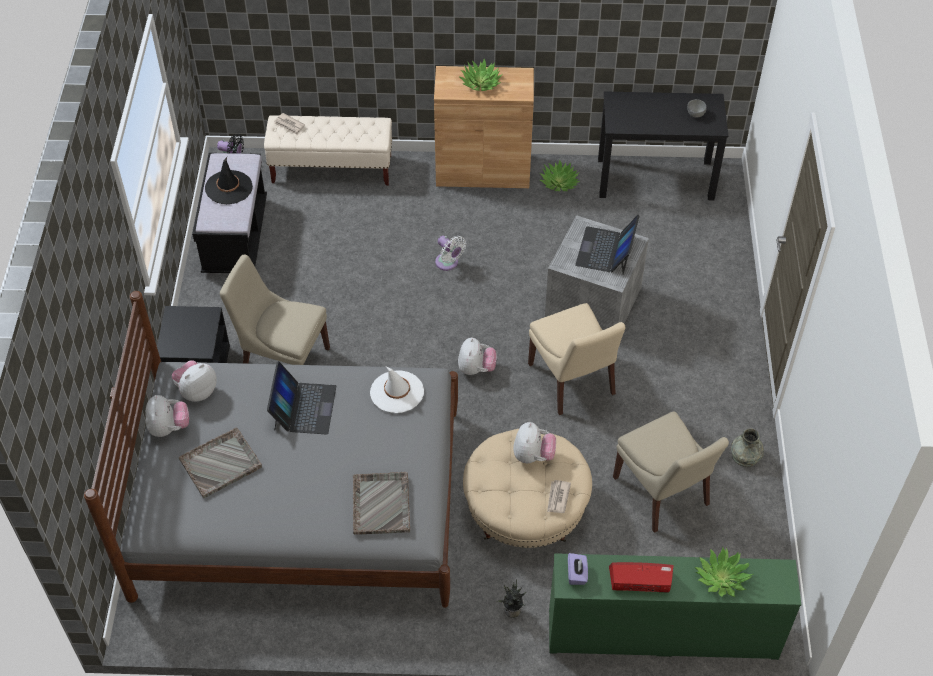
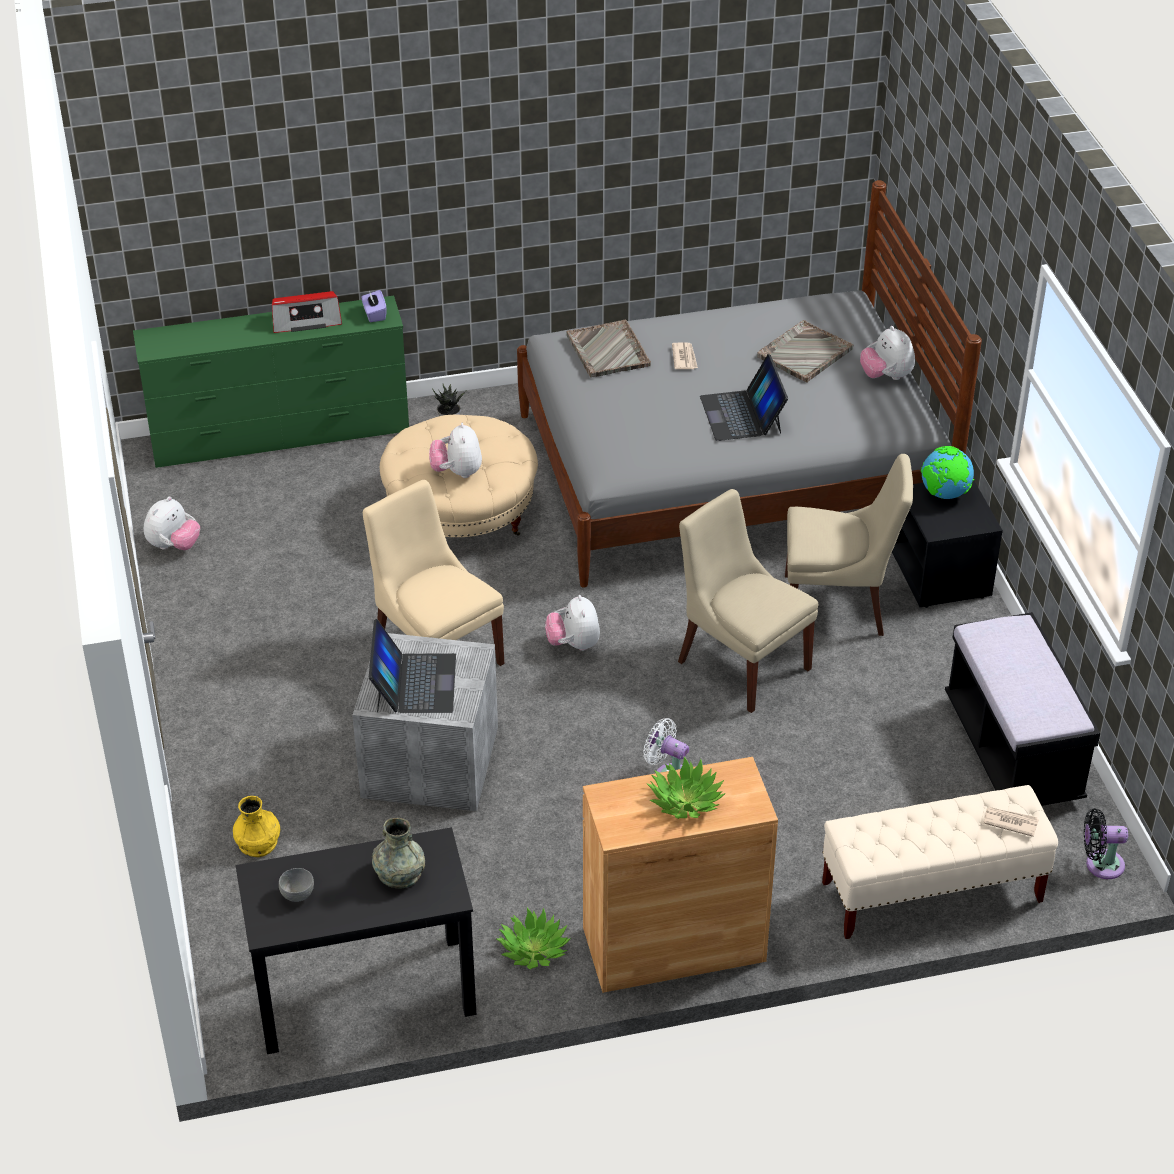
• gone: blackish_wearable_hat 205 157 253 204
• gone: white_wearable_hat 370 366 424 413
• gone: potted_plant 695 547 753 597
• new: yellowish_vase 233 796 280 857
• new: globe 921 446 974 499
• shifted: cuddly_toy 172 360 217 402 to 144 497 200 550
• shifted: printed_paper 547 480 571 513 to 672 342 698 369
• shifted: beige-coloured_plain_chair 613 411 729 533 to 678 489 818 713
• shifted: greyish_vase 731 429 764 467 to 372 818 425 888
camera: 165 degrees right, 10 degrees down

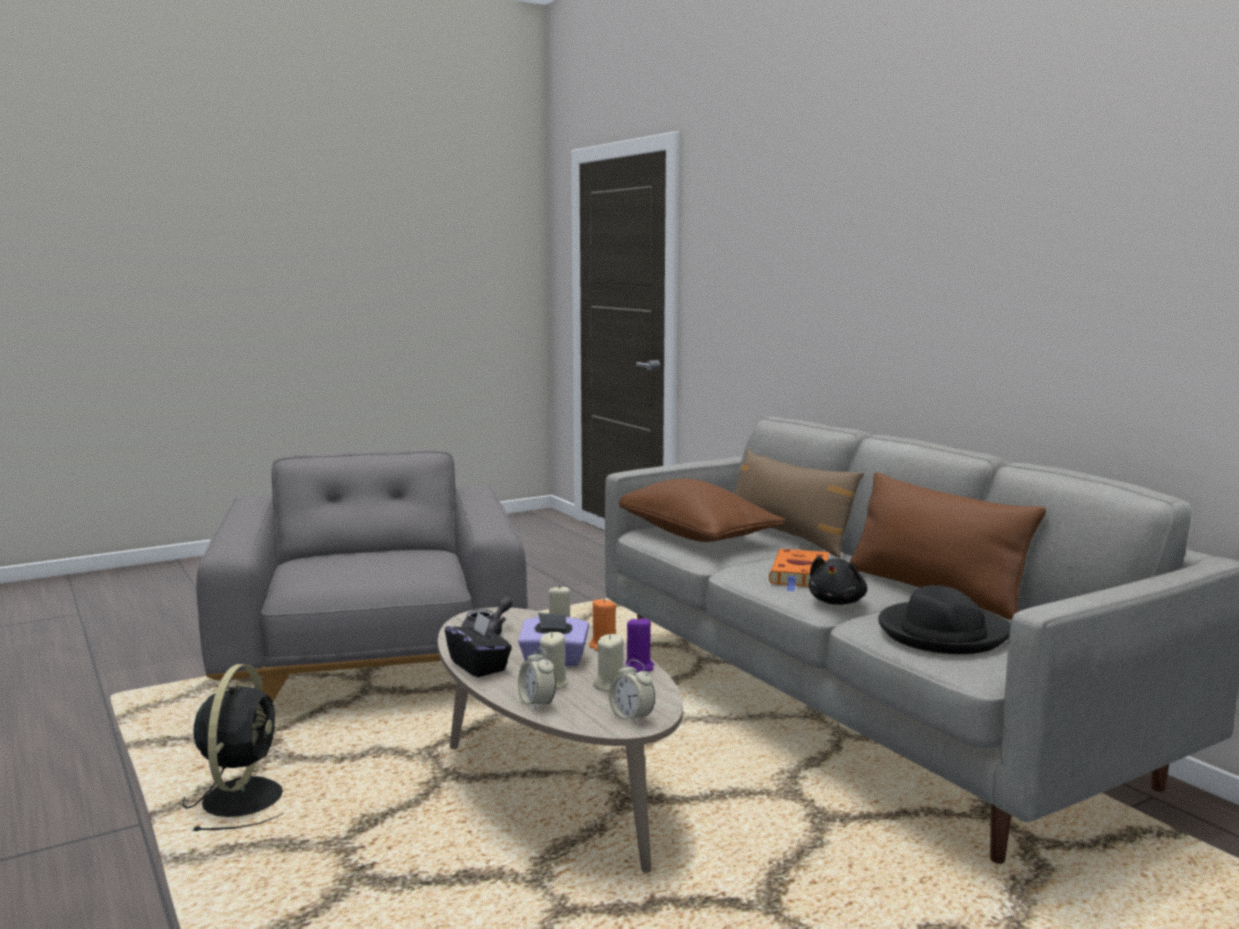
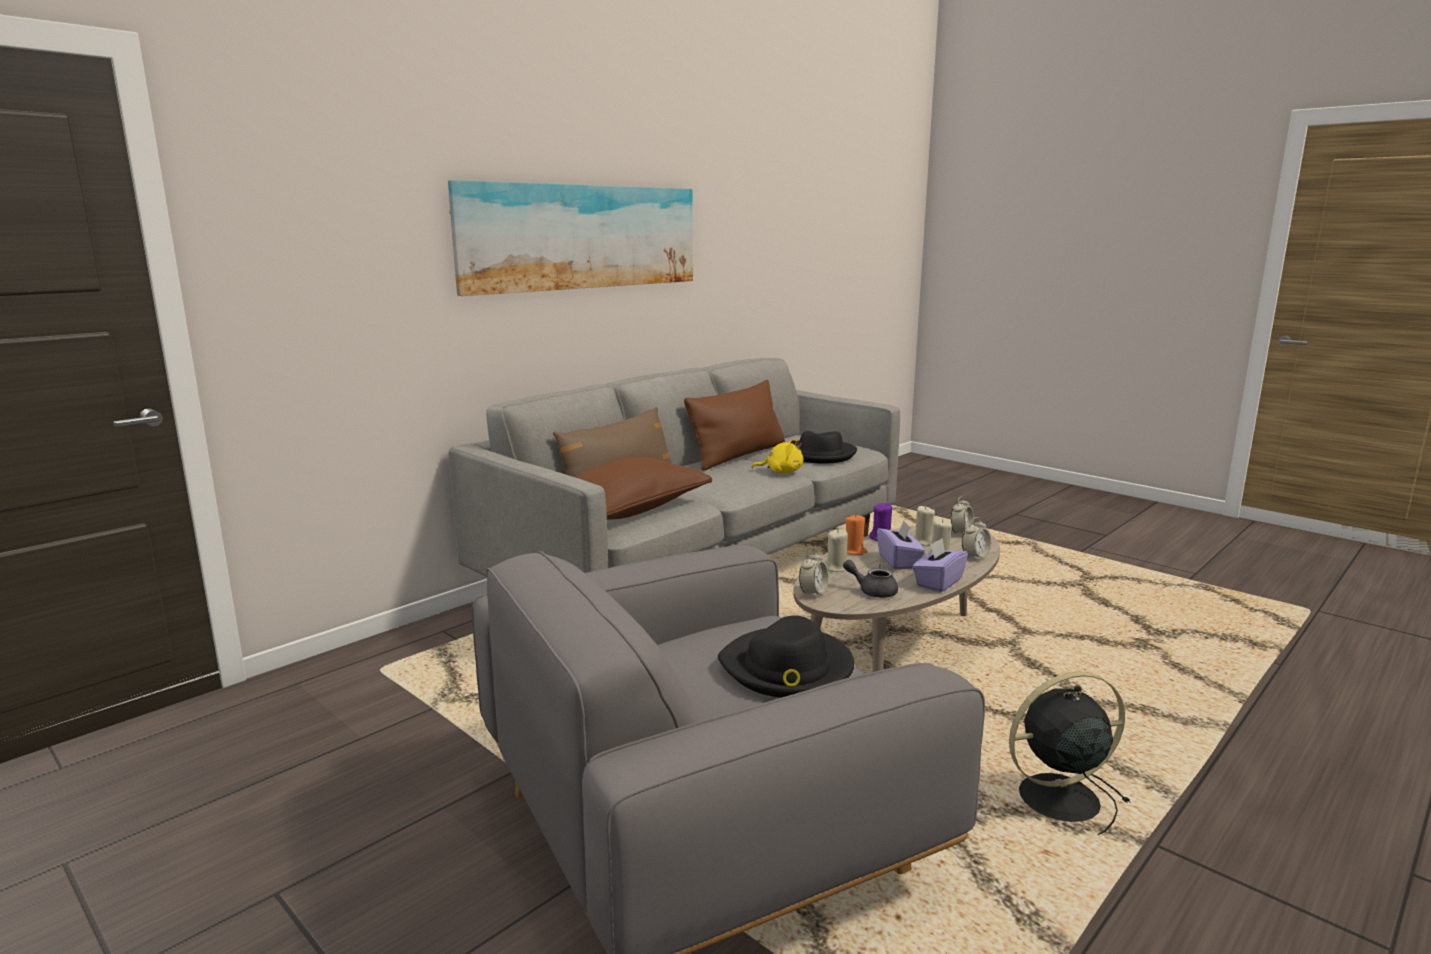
• gone: orange-coloured_volume 769 549 829 592
• new: picture 448 180 693 296
• new: blackish_wearable_hat 718 616 855 698
• new: alarm_clock 799 550 828 599
• repainted: blackish_tissue_box 445 611 512 677 to purplish_tissue_box 912 538 968 592
• repainted: blackish_cuddly_toy 809 556 867 605 to yellowish_cuddly_toy 752 439 804 474
camera: 105 degrees left, 5 degrees up

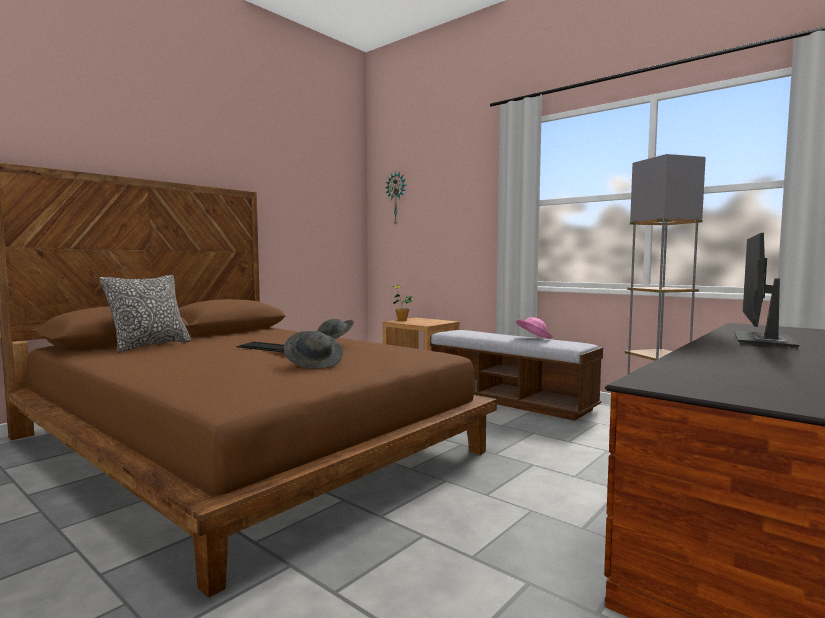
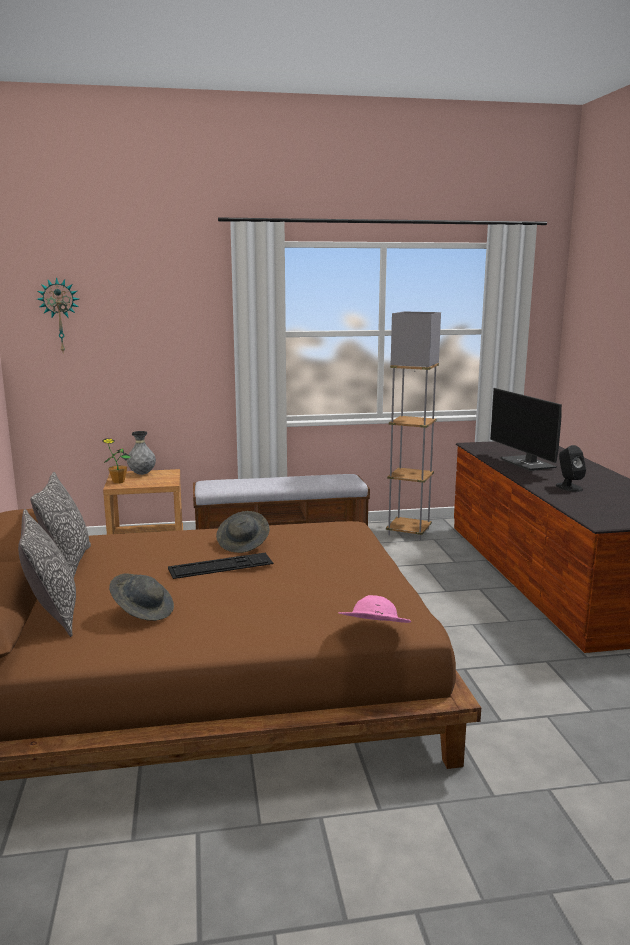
• new: throw_pillow 30 472 91 578
• new: greyish_vase 127 431 156 475
• new: blackish_speaker 556 445 586 492
• shifted: greyish_wearable_hat 284 331 344 369 to 109 573 174 621
• shifted: pinkish_wearable_hat 516 317 552 338 to 339 595 411 623
camera: 50 degrees left, 10 degrees up

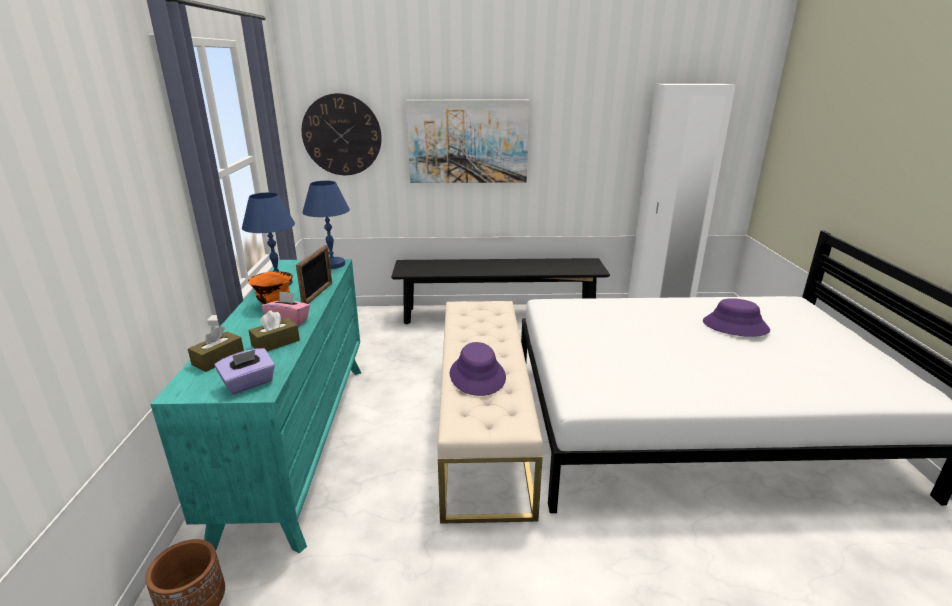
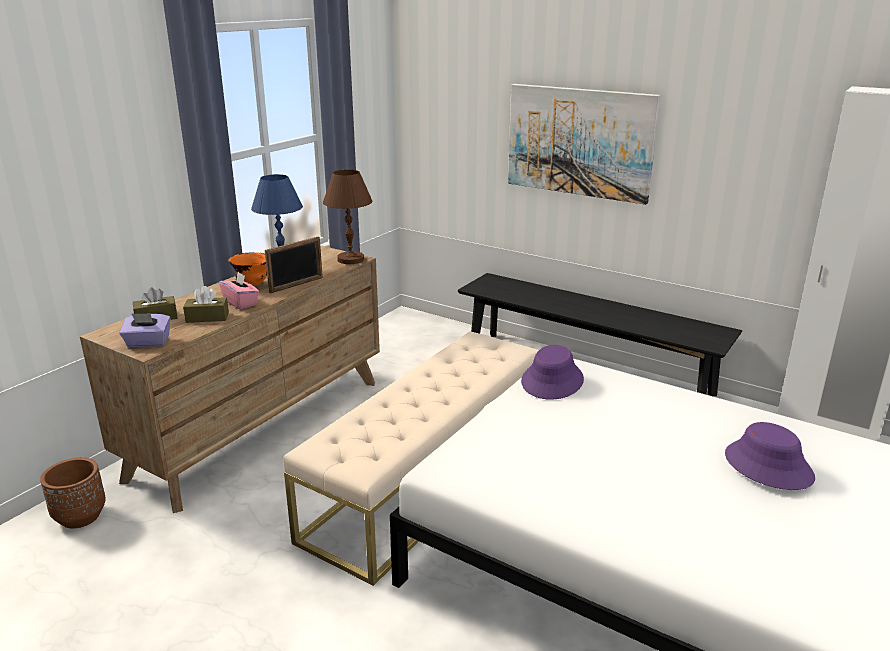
• gone: hanging_clock 302 93 382 175
• shifted: purplish_wearable_hat 450 342 506 396 to 521 345 584 400
• repainted: turquoise-coloured_chest_of_drawers 150 259 361 554 to brown_chest_of_drawers 80 245 380 513
• repainted: blue-coloured_table_lamp 302 181 350 269 to brown_table_lamp 323 169 372 264
camera: 35 degrees right, 0 degrees up

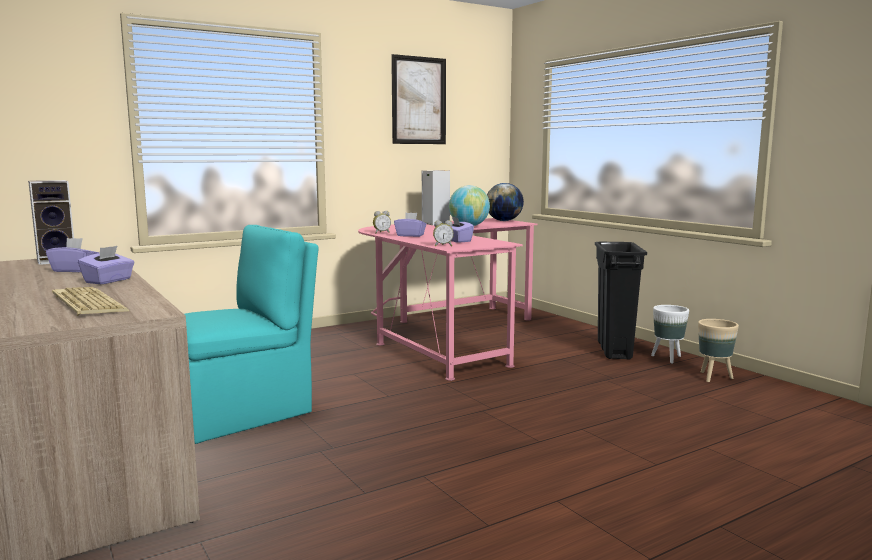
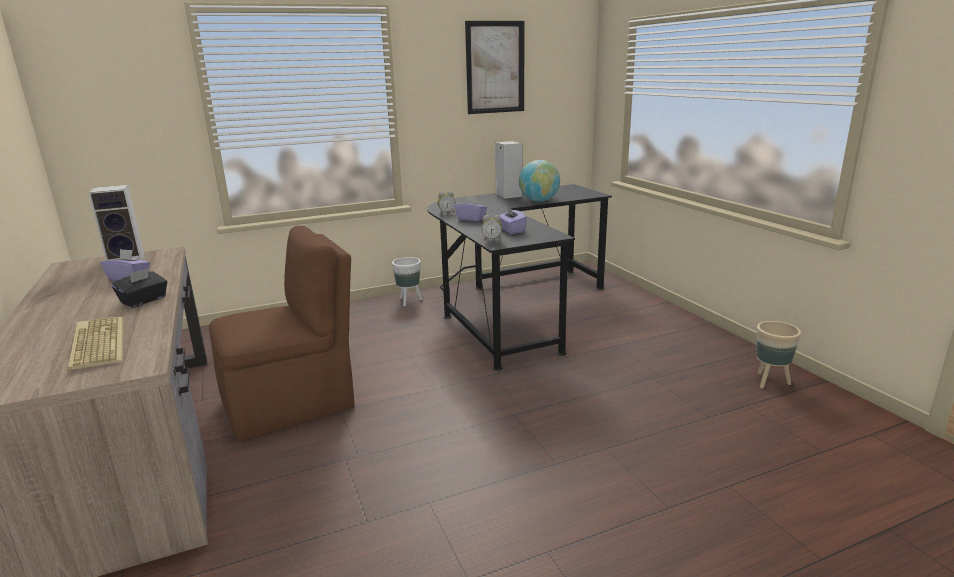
• gone: globe 487 183 524 221
• gone: blackish_rubbish_bin 595 242 647 360
• shifted: white_planter 651 305 689 363 to 392 257 423 306
• repainted: purplish_tissue_box 78 246 135 284 to blackish_tissue_box 112 268 167 307
• repainted: turquoise-coloured_plain_chair 184 225 319 444 to brown_plain_chair 209 226 354 441
• repainted: pinkish_desk_table 358 218 538 381 to blackish_desk_table 427 184 612 371
camera: 10 degrees right, 10 degrees up

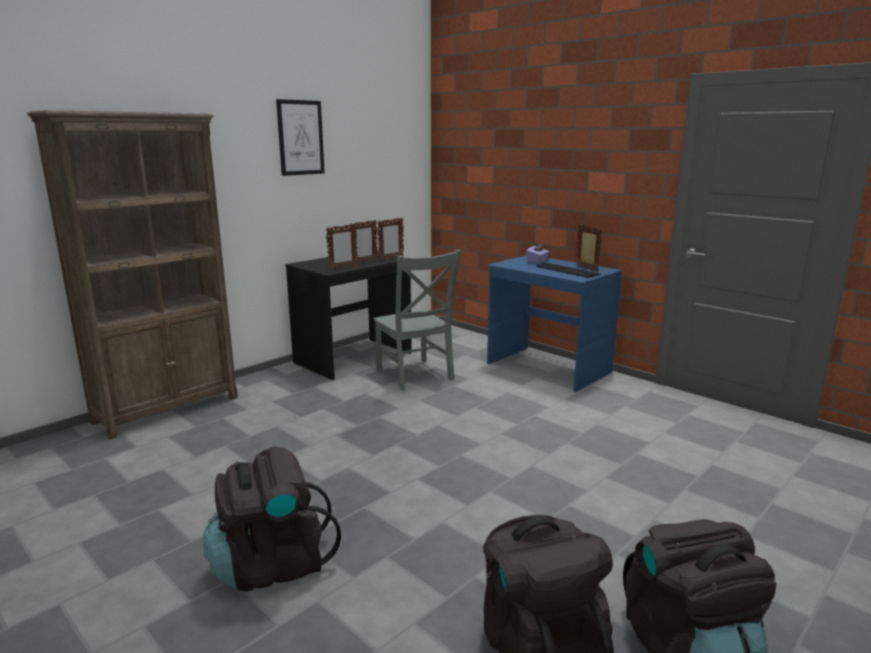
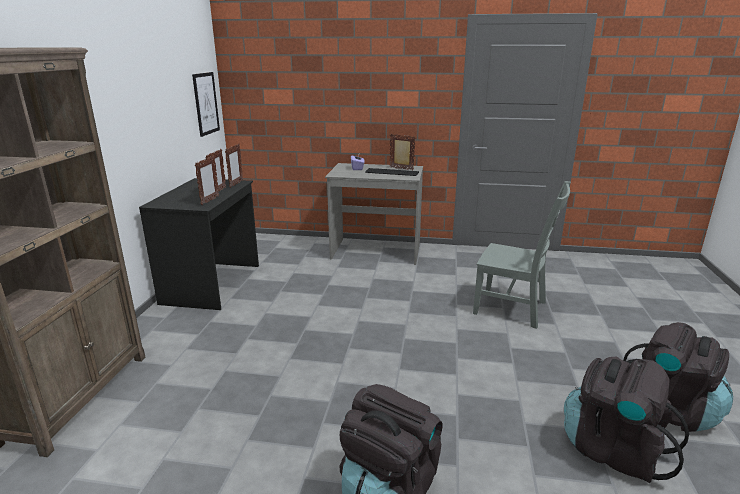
• shifted: picture 276 99 325 176 to 192 72 220 137
• shifted: greyish_plain_chair 373 250 461 391 to 473 181 571 329
• repainted: blue-coloured_desk_table 487 256 622 392 to greyish_desk_table 325 163 423 265
camera: 35 degrees left, 5 degrees up

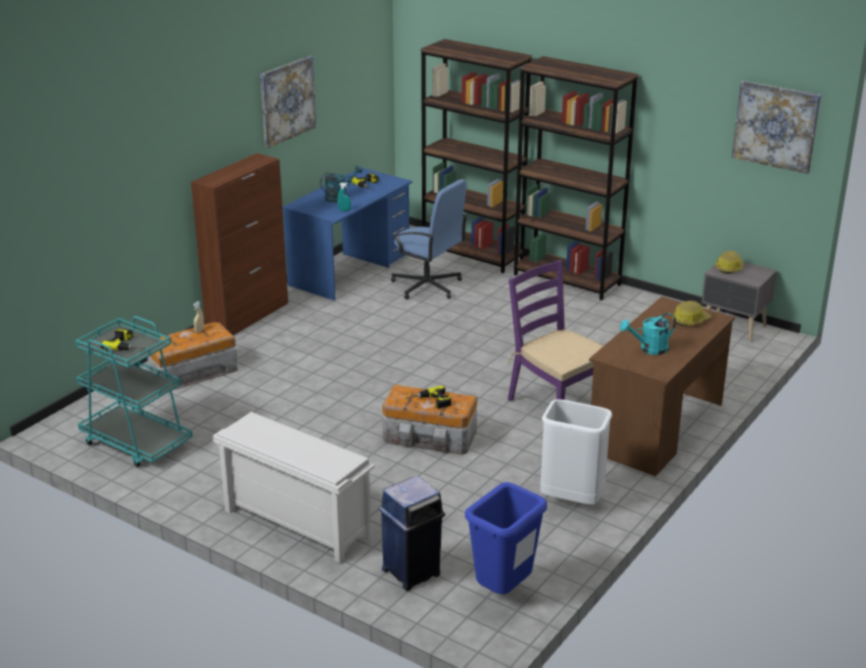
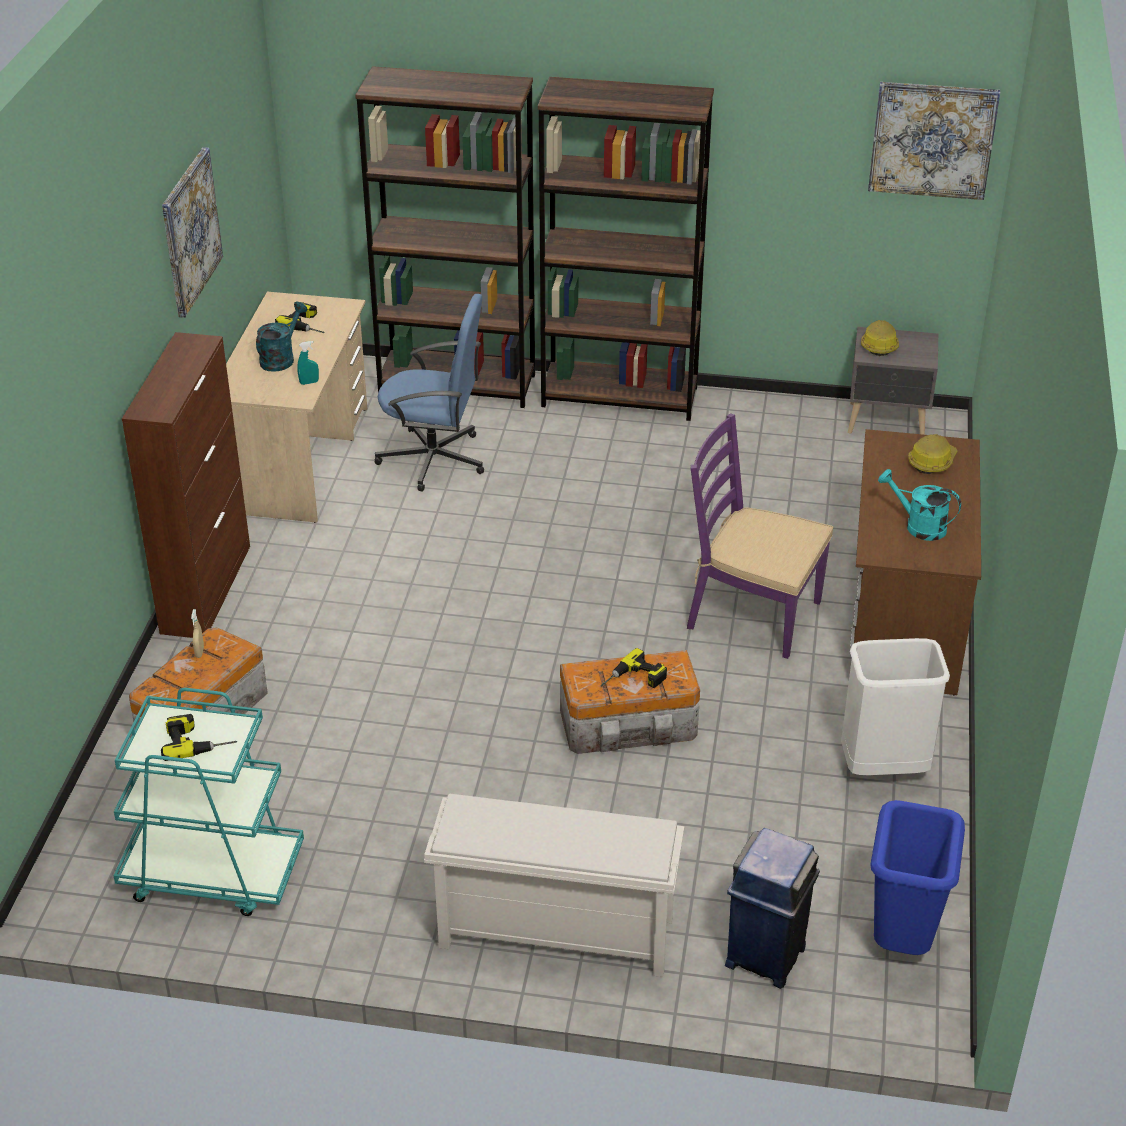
• repainted: blue-coloured_desk_table 282 168 412 301 to beige-coloured_desk_table 226 292 367 523
• rotated: turquoise-coloured_watering_pot 620 313 676 355 = 878 469 961 541 75 degrees clockwise
camera: 25 degrees left, 10 degrees up

